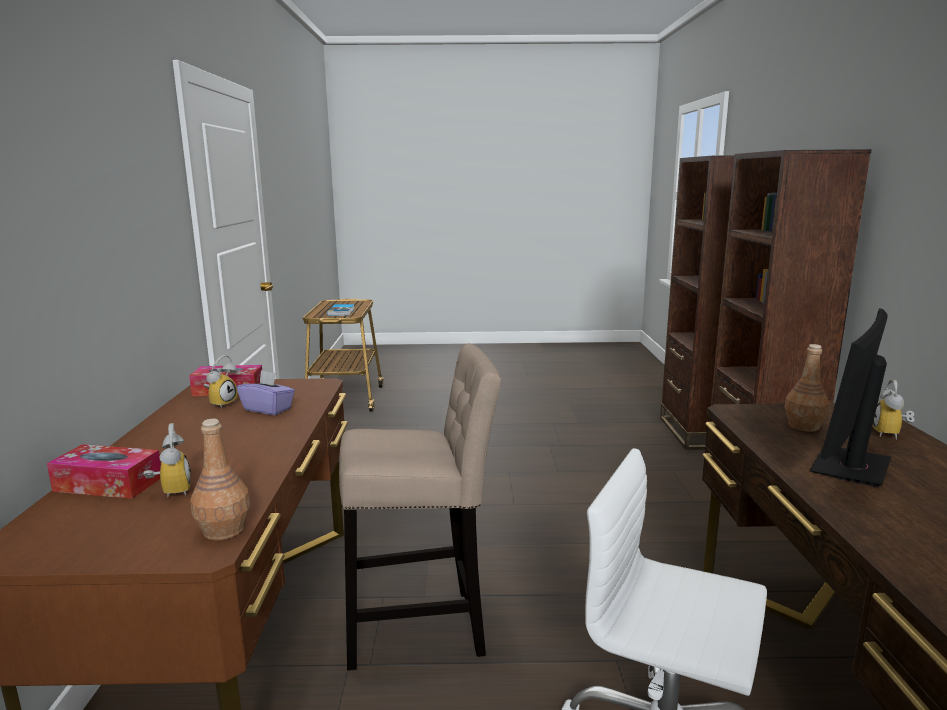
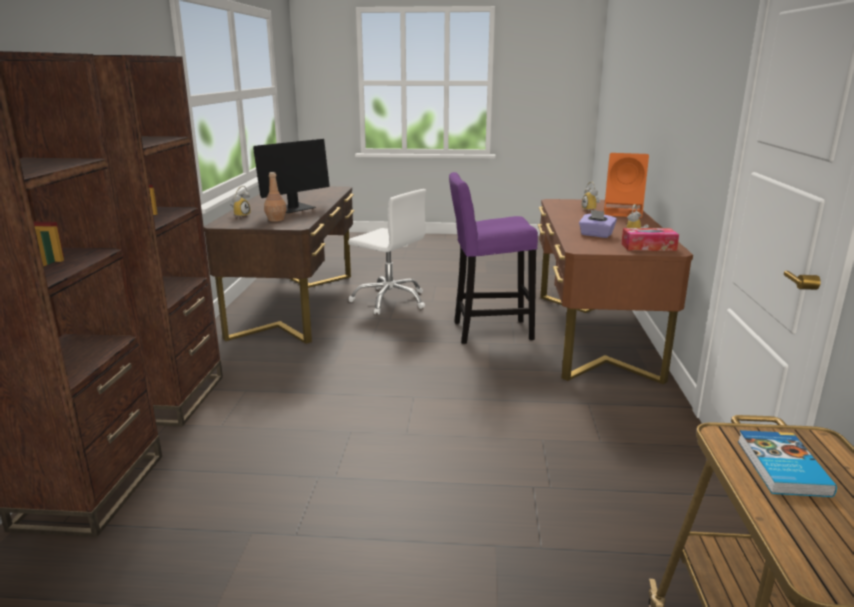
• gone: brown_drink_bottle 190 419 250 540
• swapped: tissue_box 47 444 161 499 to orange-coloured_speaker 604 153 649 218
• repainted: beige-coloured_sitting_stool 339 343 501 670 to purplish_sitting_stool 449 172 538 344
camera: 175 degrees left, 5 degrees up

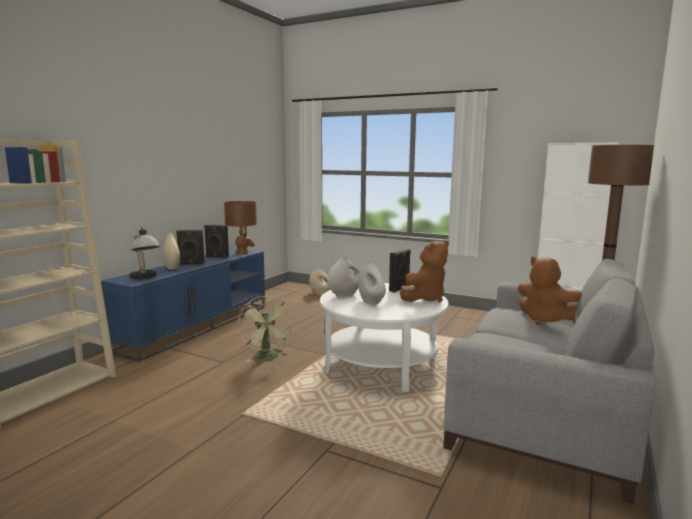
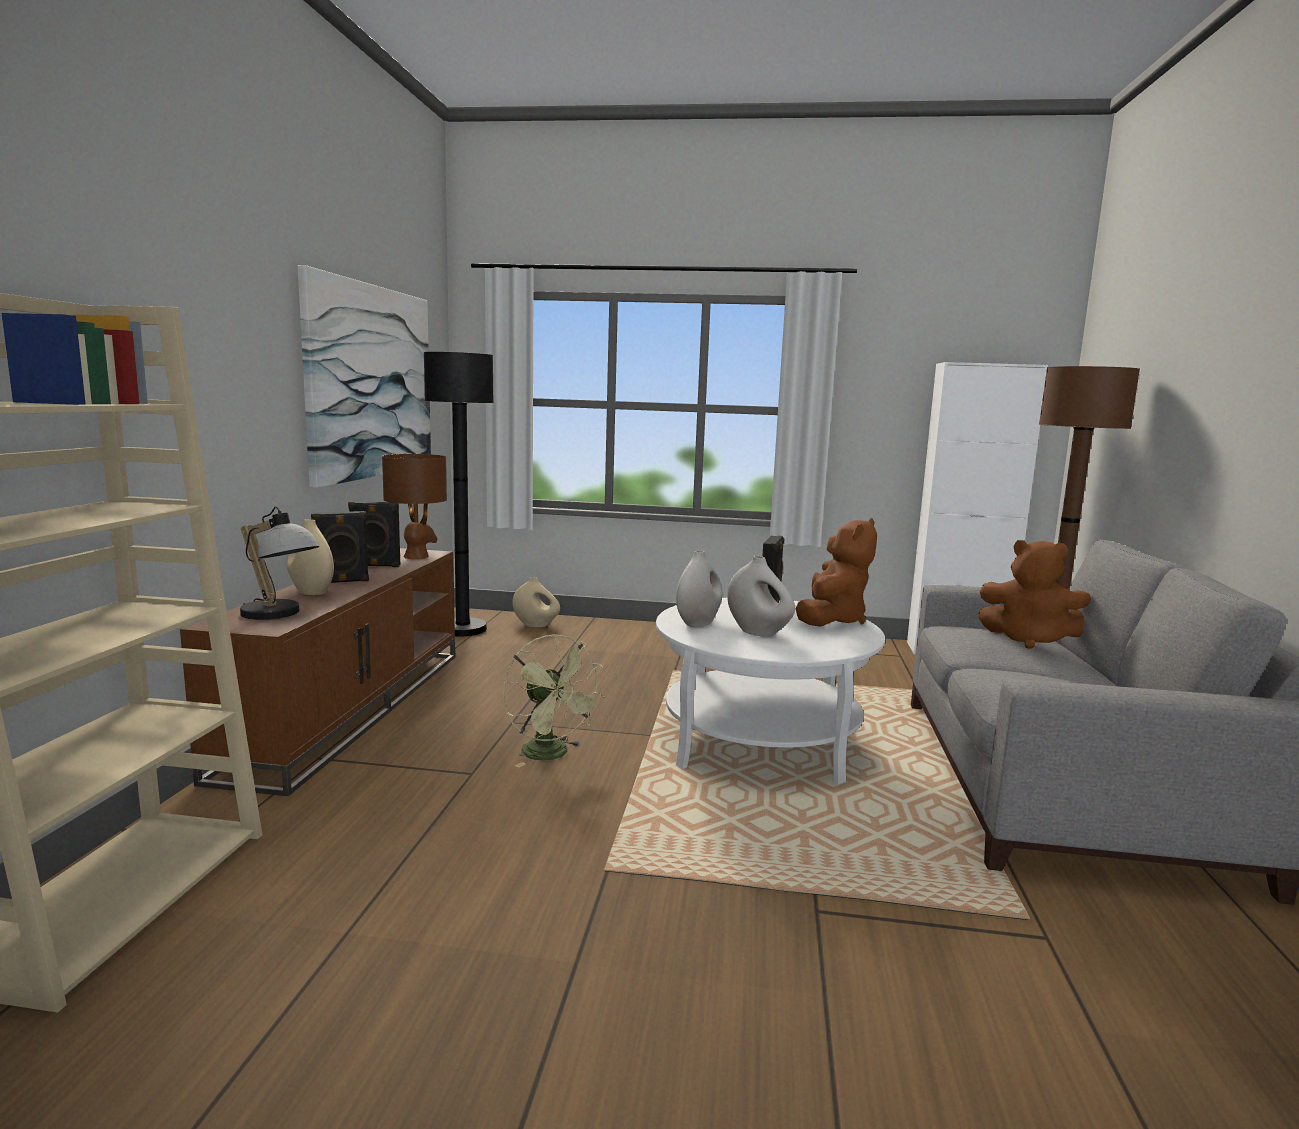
• new: picture 298 265 431 488
• new: blackish_floor_lamp 424 352 494 636
• repainted: blue-coloured_tv_stand 101 248 265 362 to brown_tv_stand 180 548 455 796
camera: 20 degrees left, 0 degrees up

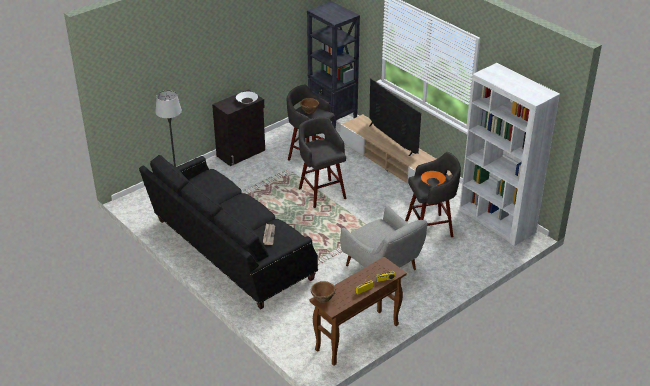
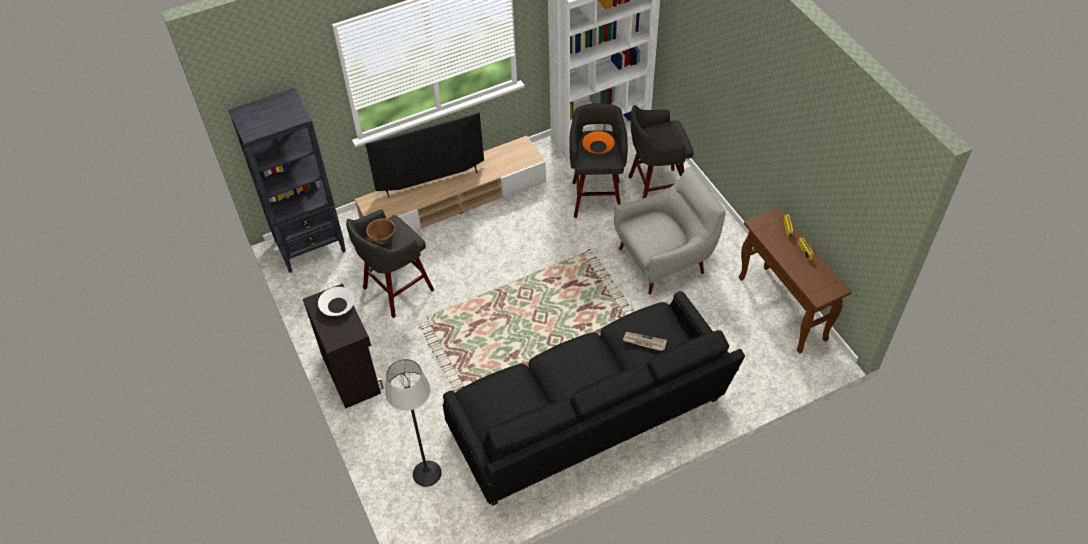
• gone: brown_deep_dish 311 281 336 303
• shifted: greyish_sitting_stool 299 117 347 208 to 628 105 694 199
camera: 75 degrees left, 15 degrees up

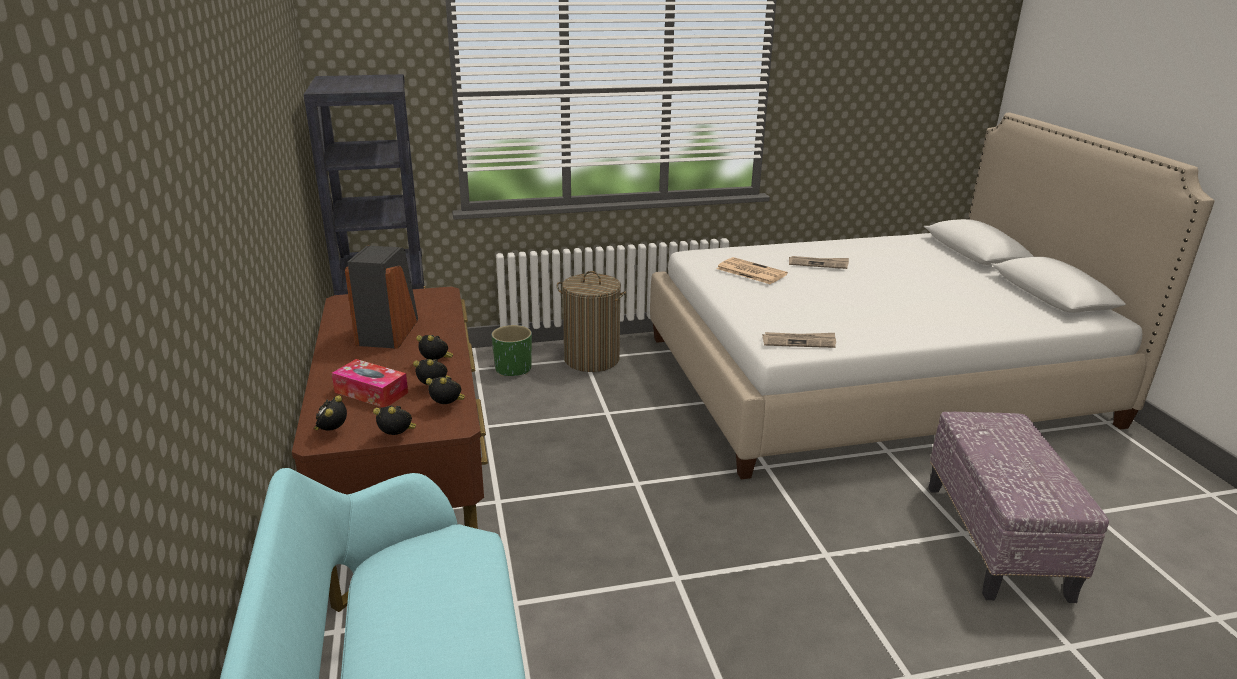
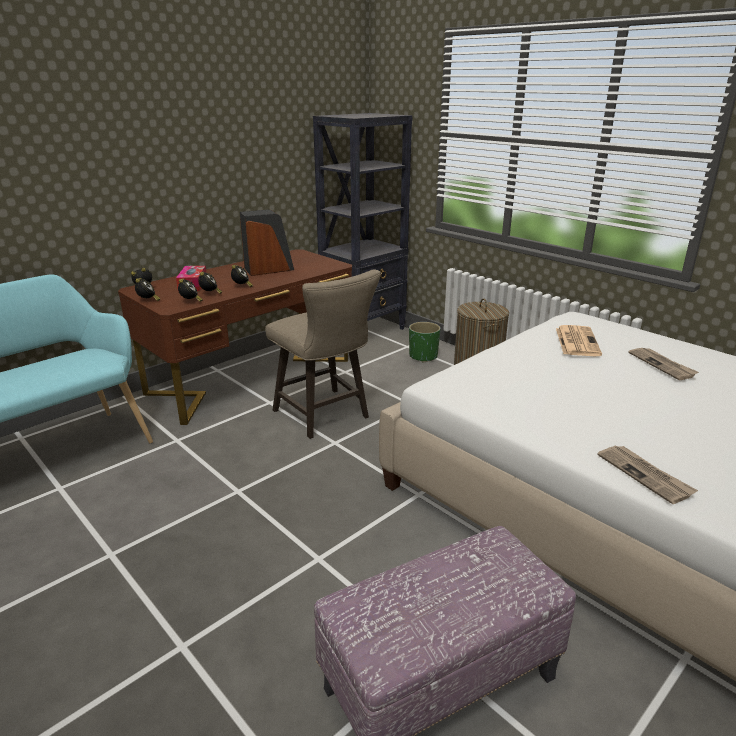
• new: beige-coloured_sitting_stool 265 269 381 439
• shifted: printed_paper 762 332 836 348 to 597 446 698 504
camera: 60 degrees right, 0 degrees up

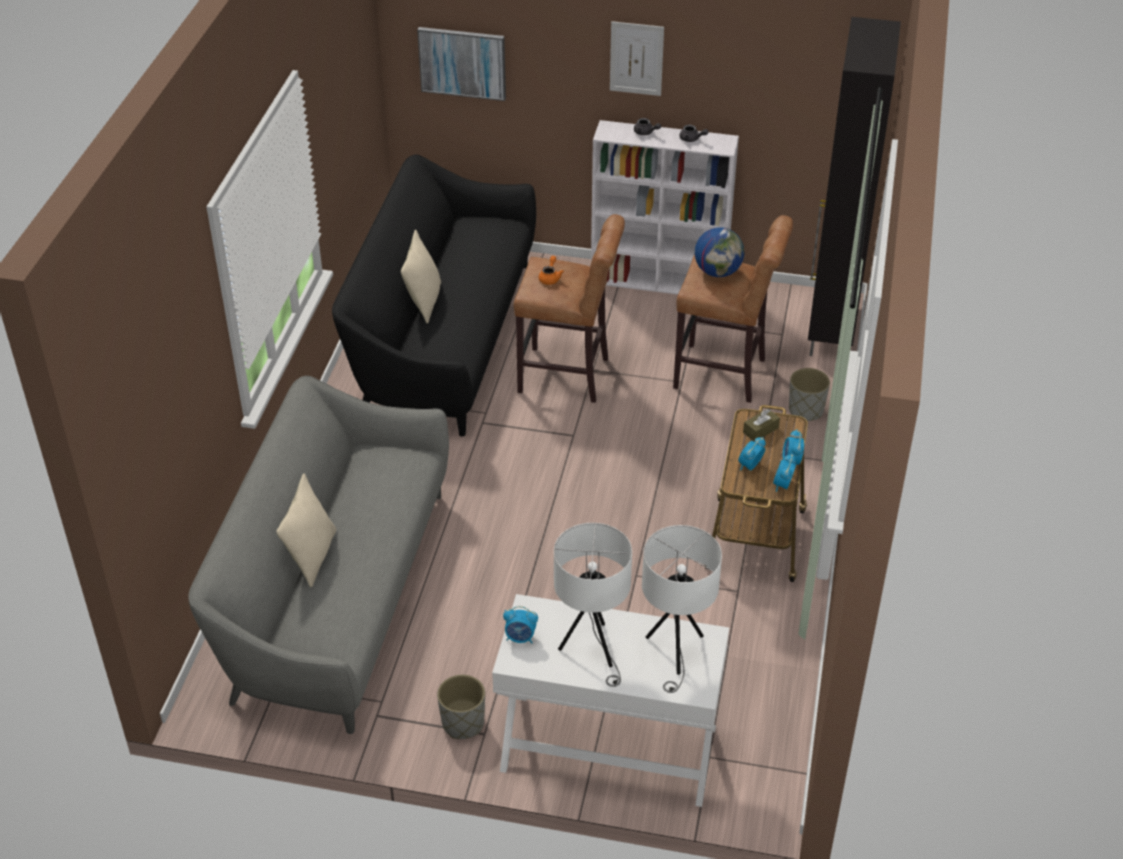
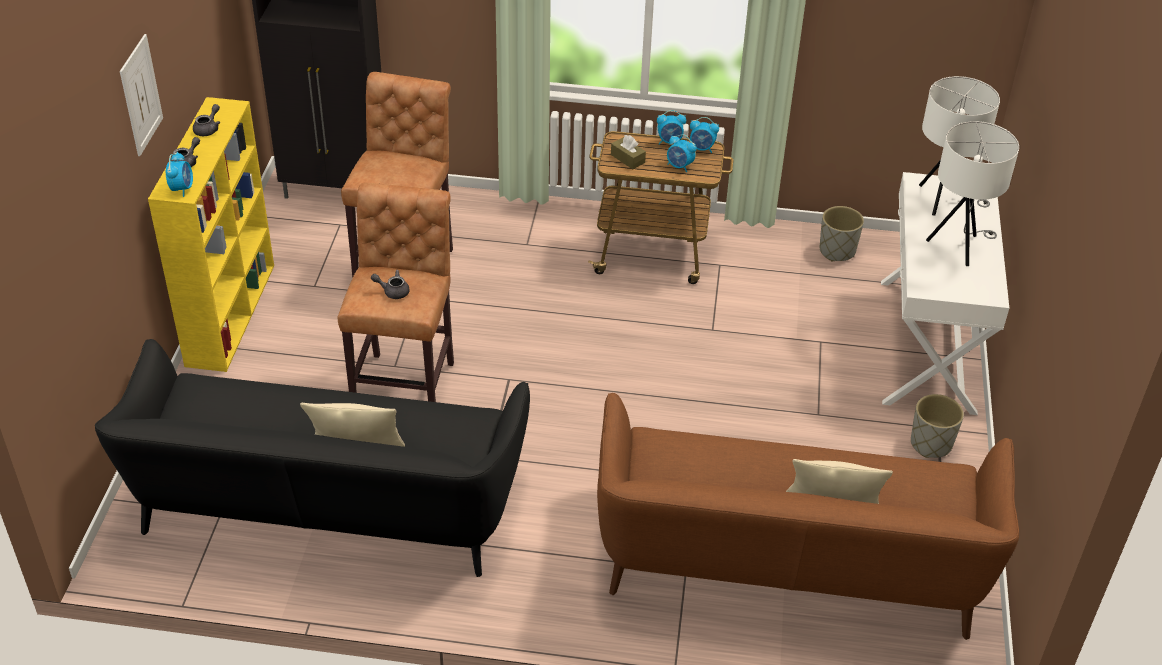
• gone: picture 417 27 506 101
• gone: globe 695 227 744 277
• shifted: alarm_clock 503 606 538 643 to 165 152 193 197
• shifted: greyish_planter 789 368 830 421 to 820 206 864 262
• repainted: greyish_sofa 188 376 449 734 to brown_sofa 597 393 1019 640
• repainted: orange-coloured_teapot 539 256 564 285 to greyish_teapot 371 270 410 299
• repainted: white_bookshelf 591 120 739 295 to yellowish_bookshelf 148 97 274 372
camera: 95 degrees left, 0 degrees up

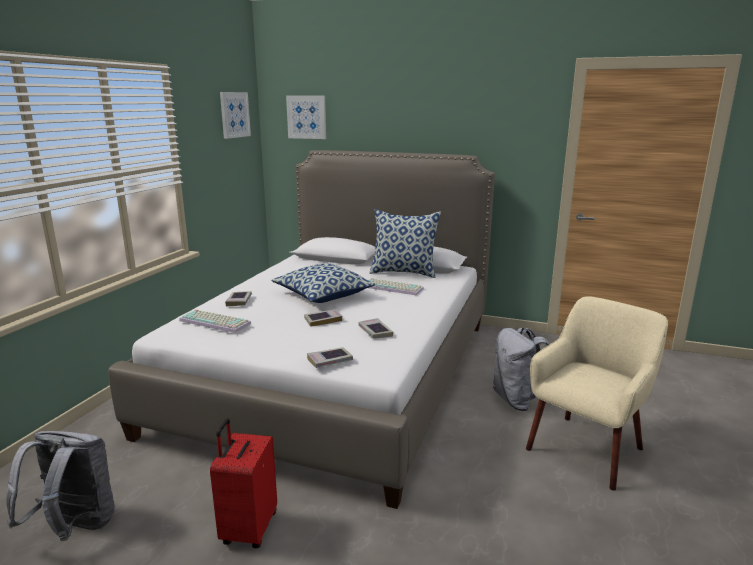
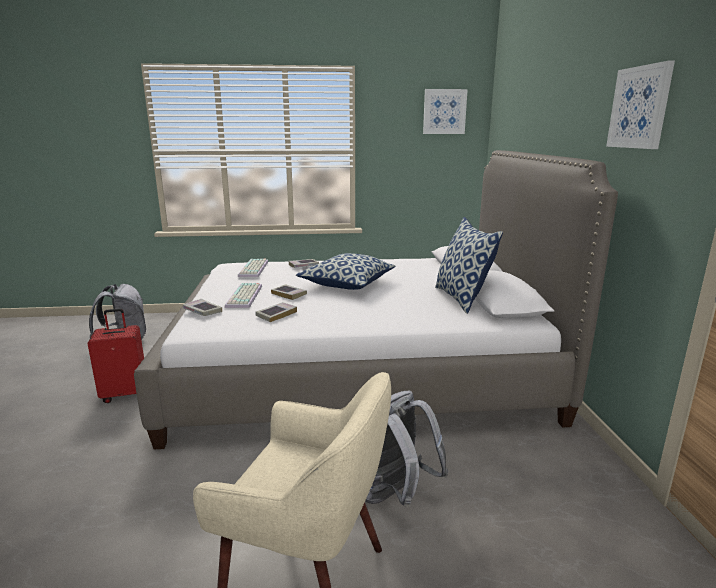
• shifted: picture 286 95 326 139 to 606 61 675 149
• shifted: PC_keyboard 368 278 424 295 to 225 283 262 308
camera: 65 degrees right, 0 degrees up

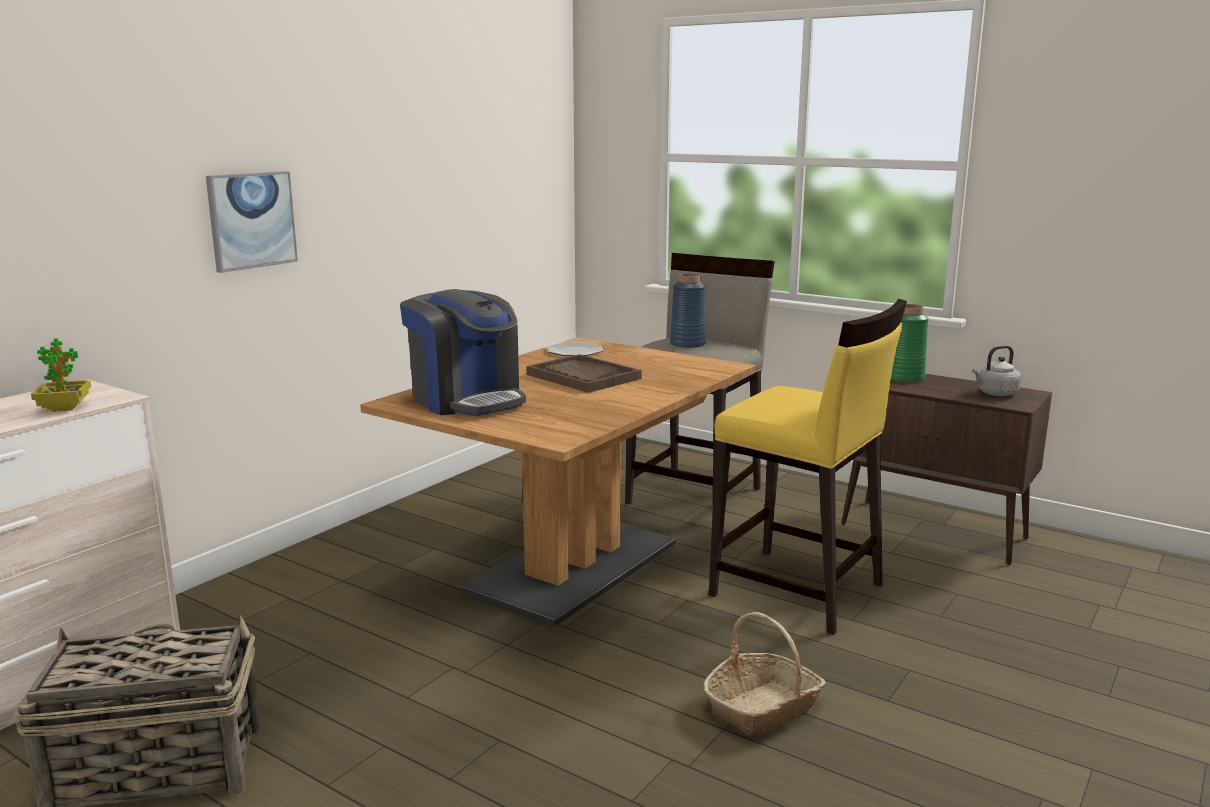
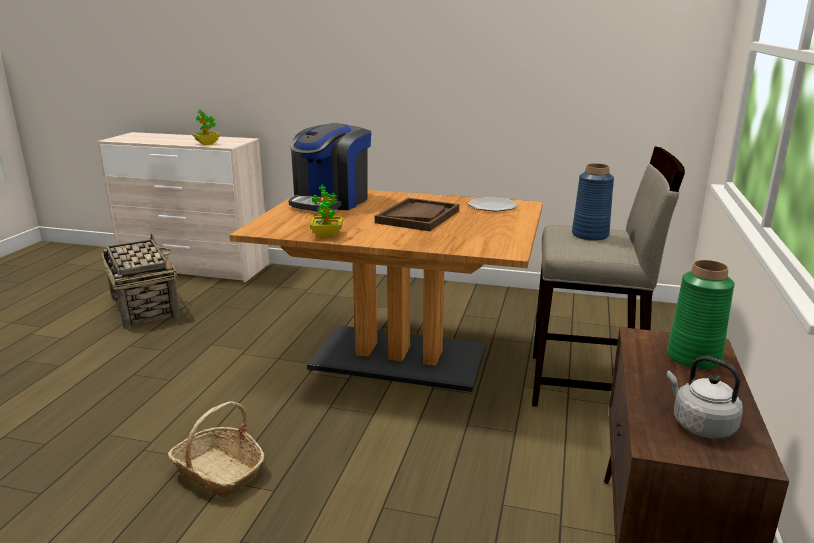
• gone: picture 206 171 298 273
• gone: yellowish_sitting_stool 709 299 907 635
• new: potted_plant 310 185 343 238
camera: 70 degrees right, 5 degrees up

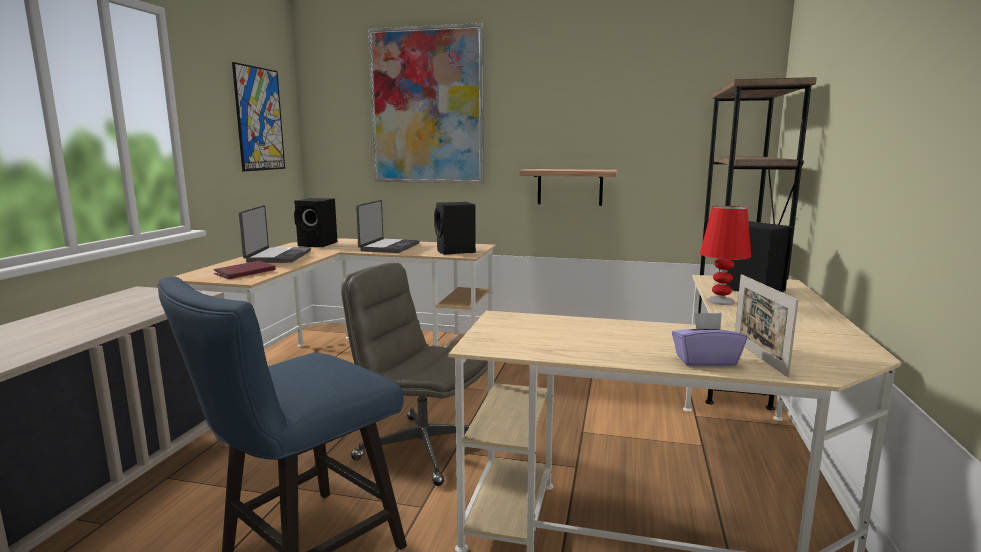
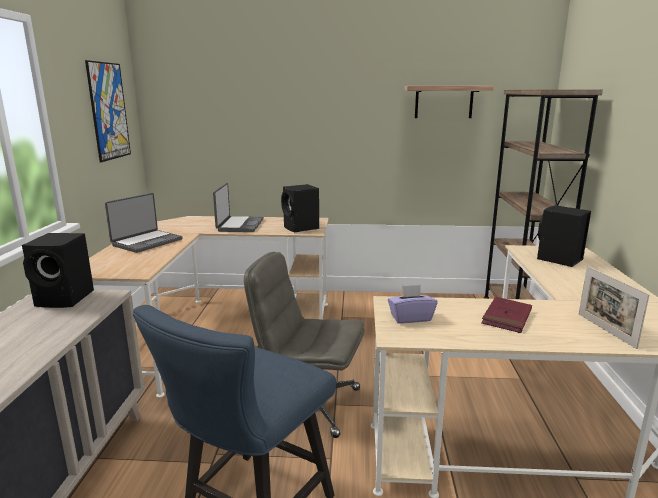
• gone: picture 368 23 484 183
• gone: reddish_table_lamp 700 206 751 305
• shifted: reddish_volume 213 261 276 279 to 481 297 532 333
• shifted: blackish_speaker 294 198 337 247 to 22 233 94 308
• shifted: wall_shelf 519 169 617 206 to 404 86 494 118
• shifted: purplish_tissue_box 672 312 747 366 to 388 285 438 324
• rotated: laptop 239 205 311 263 = 105 193 183 253 45 degrees clockwise
camera: 10 degrees left, 5 degrees up

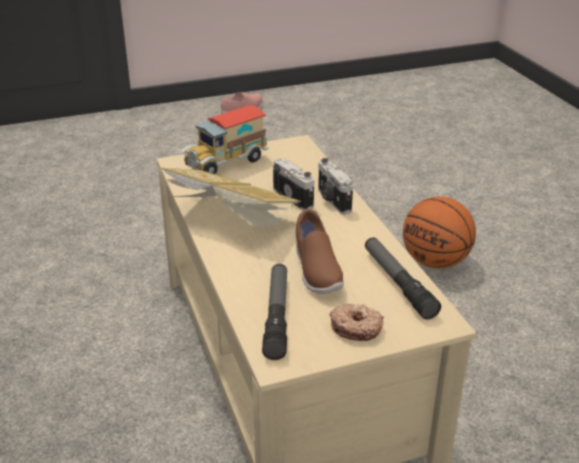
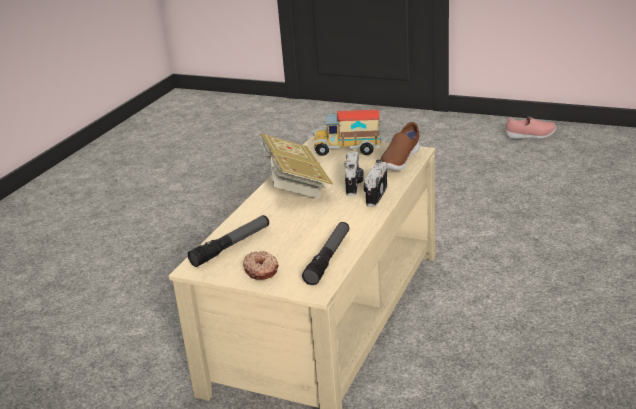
• gone: ball_for_basketball 403 197 476 269
• shifted: brown_item_of_footwear 296 209 344 294 to 381 122 420 171
camera: 45 degrees right, 5 degrees down

